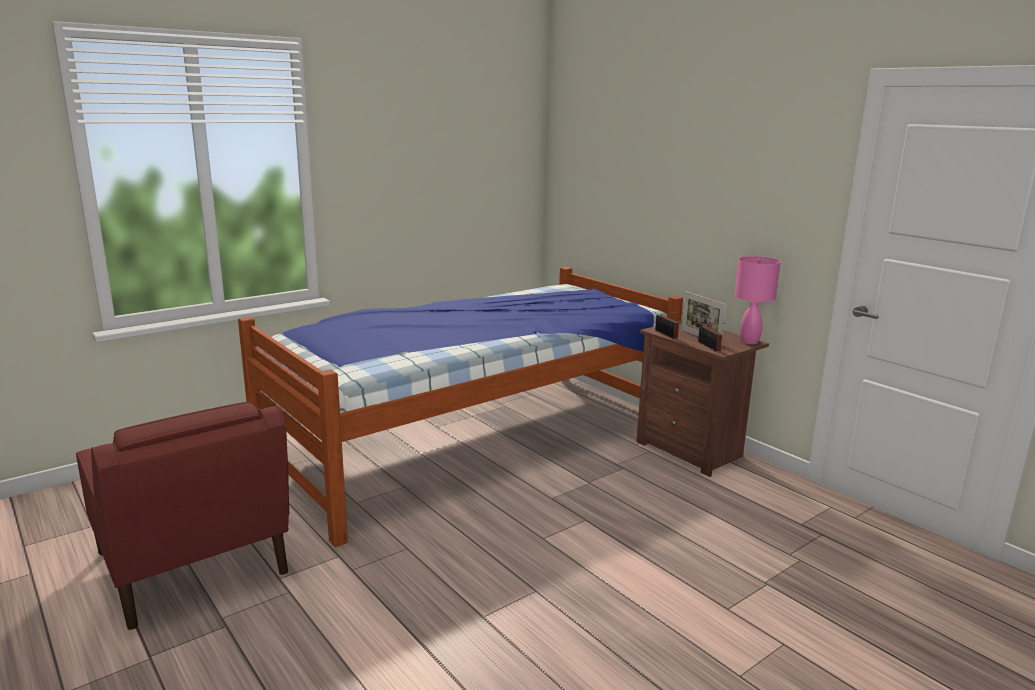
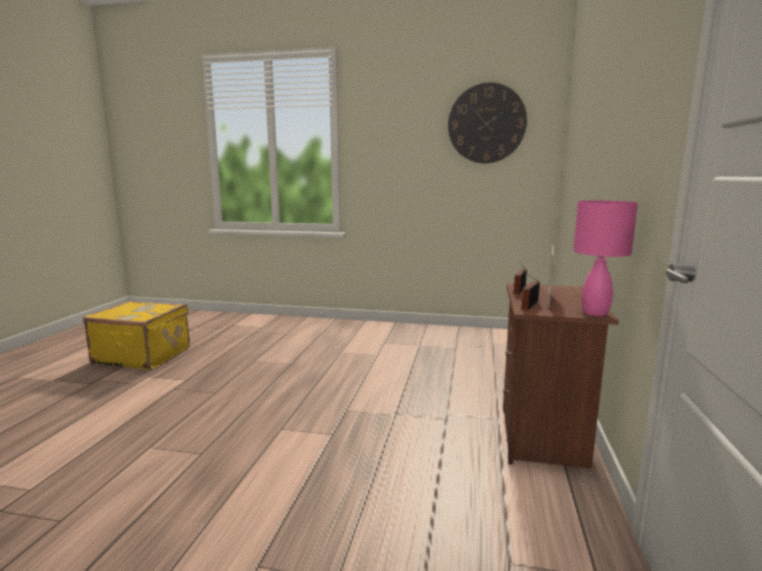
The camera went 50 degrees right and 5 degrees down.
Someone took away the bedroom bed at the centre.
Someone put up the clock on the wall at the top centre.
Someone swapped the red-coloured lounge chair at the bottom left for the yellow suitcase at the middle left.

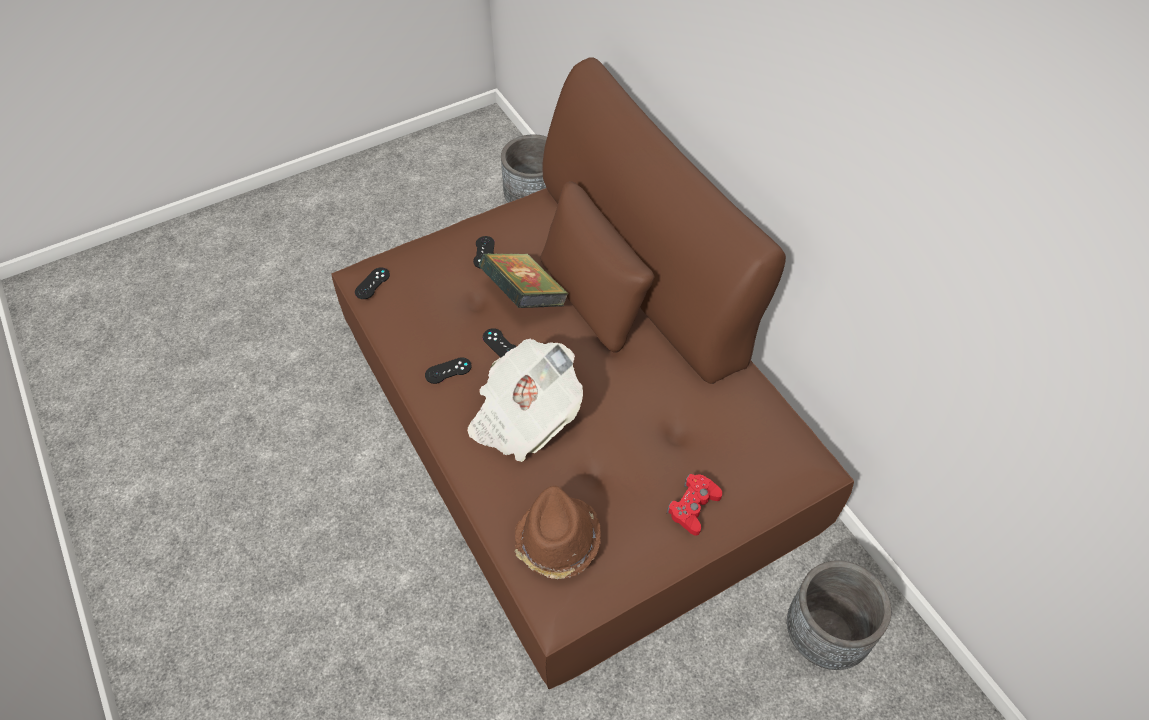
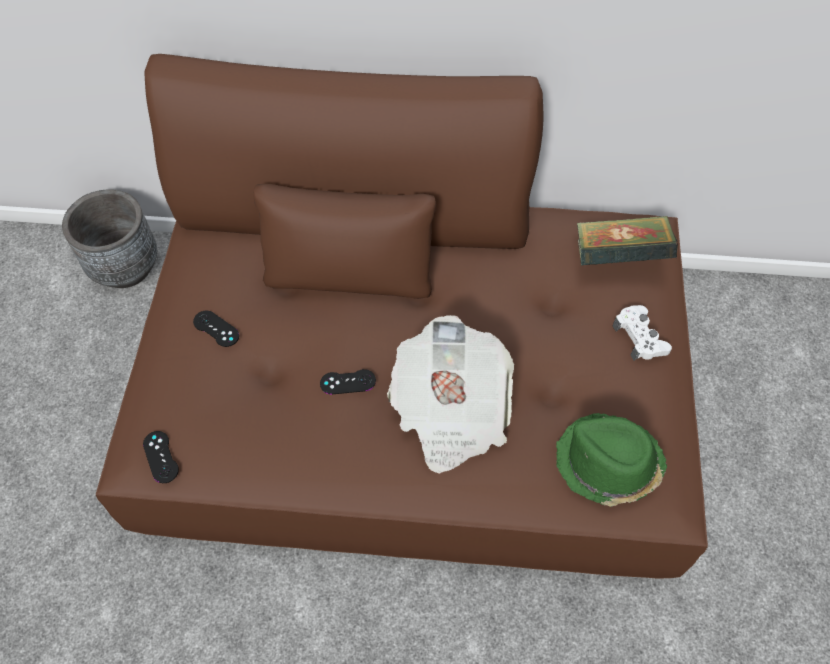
The camera went 55 degrees left and 5 degrees up.
Someone took away the blackish game controller (2nd from left) at the centre.
Someone took away the gray flower pot (2nd from left) at the bottom right.
Someone carried the book from the centre to the middle right.
Someone repainted the brownish wearable hat at the bottom centre, which became the greenish wearable hat at the bottom right.
Someone repainted the red-coloured game controller at the bottom centre, which became the whitish game controller at the middle right.

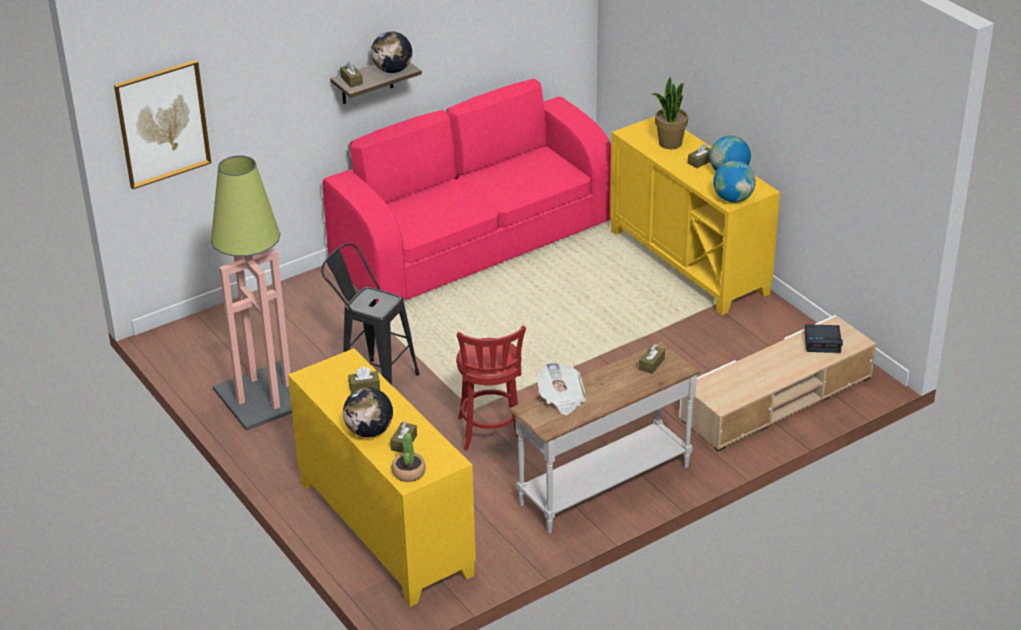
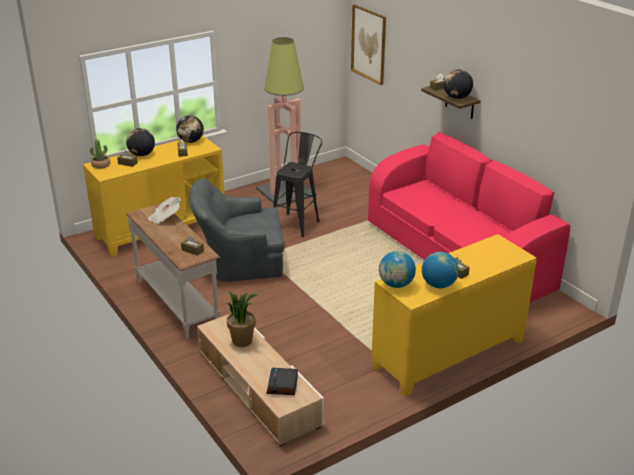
The camera went 90 degrees right and 5 degrees down.
Someone put down the globe (2nd from left) at the top left.
Someone carried the potted plant (2nd from left) from the top centre to the bottom centre.
Someone swapped the red-coloured stool at the centre for the gray lounge chair at the centre.

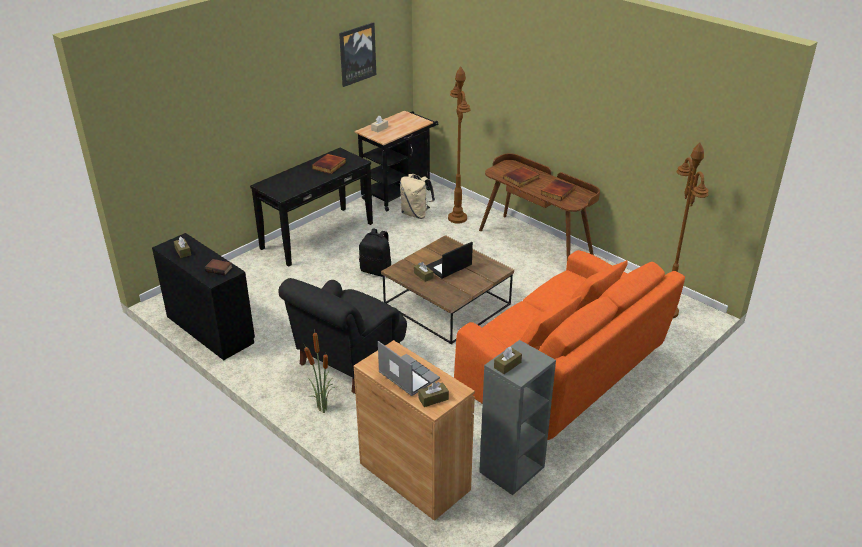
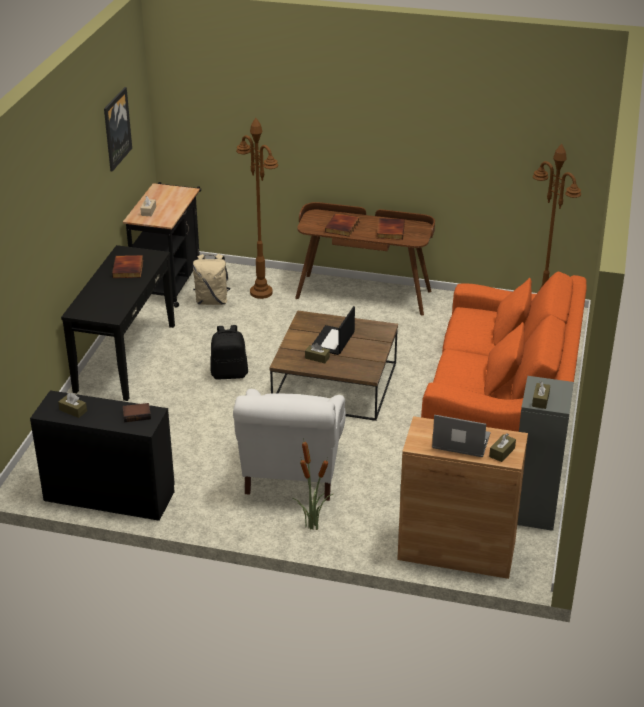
The camera went 30 degrees left and 0 degrees up.
Someone repainted the blackish lounge chair at the centre, which became the whitish lounge chair at the centre.

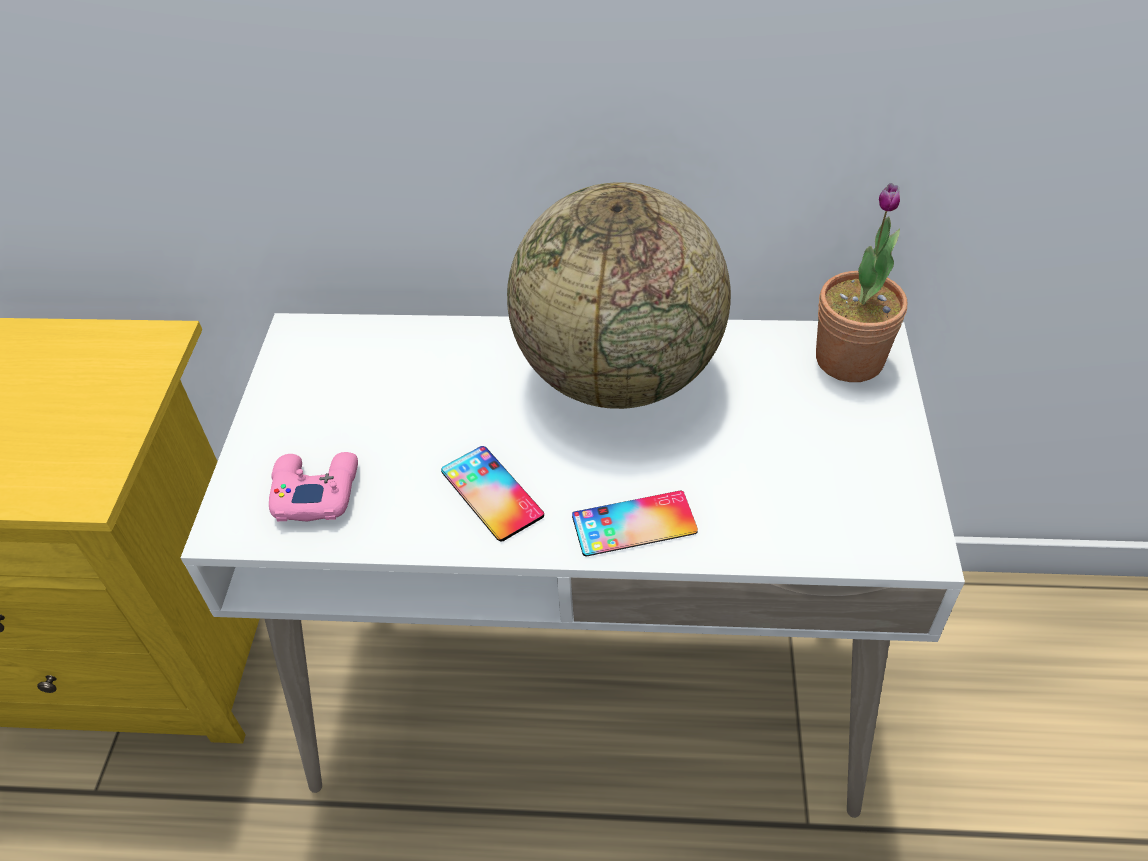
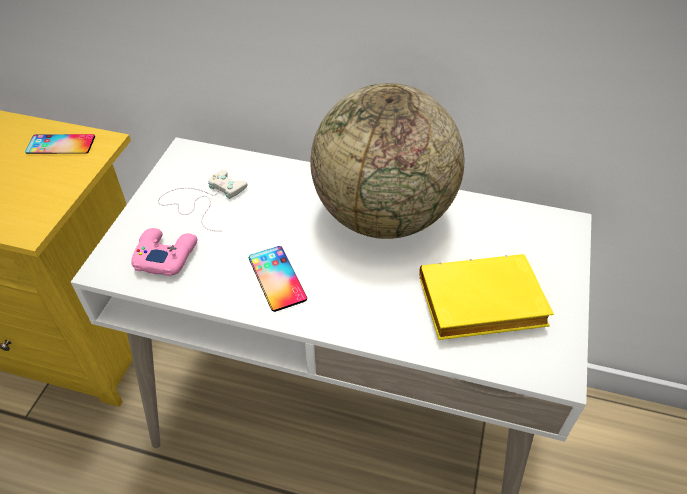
The camera went 10 degrees right and 0 degrees up.
Someone took away the potted plant at the top right.
Someone put down the whitish game controller at the middle left.
Someone put down the yellow book at the middle right.
Someone carried the telephone (2nd from left in the first image) from the centre to the top left.

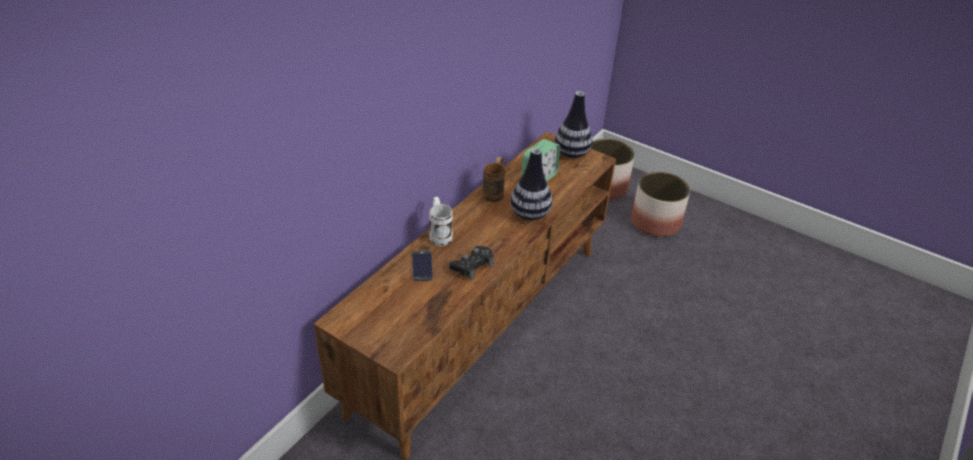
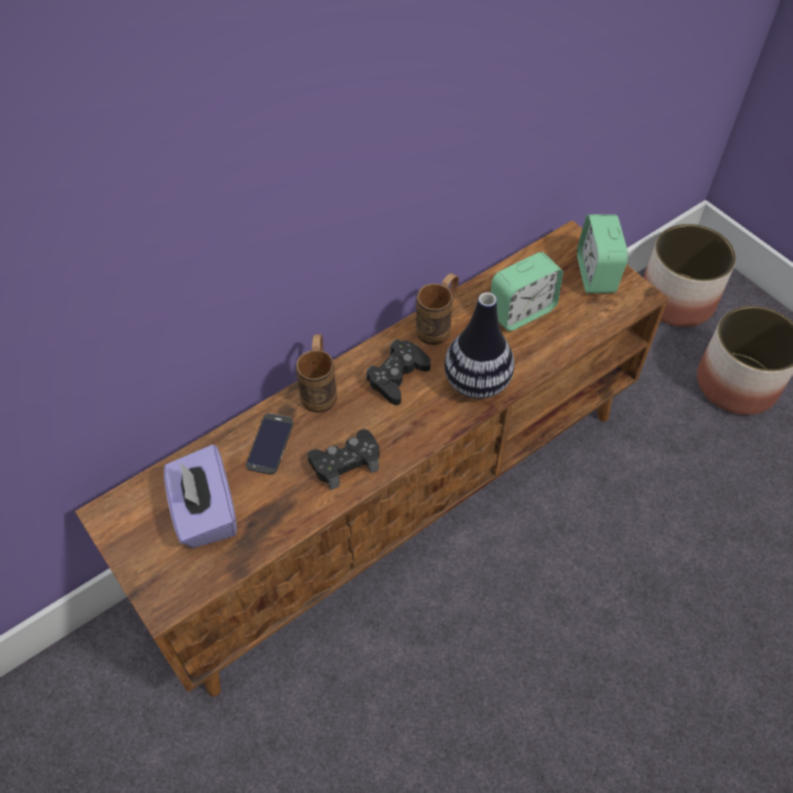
The camera went 20 degrees right and 15 degrees up.
Someone put down the purple tissue holder at the middle left.
Someone put down the blackish game controller (2nd from left) at the centre.
Someone swapped the vase (2nd from left) at the top centre for the alarm clock (2nd from left) at the top right.
Someone repainted the whitish coffee mug at the centre, which became the brownish coffee mug (1st from left) at the centre.

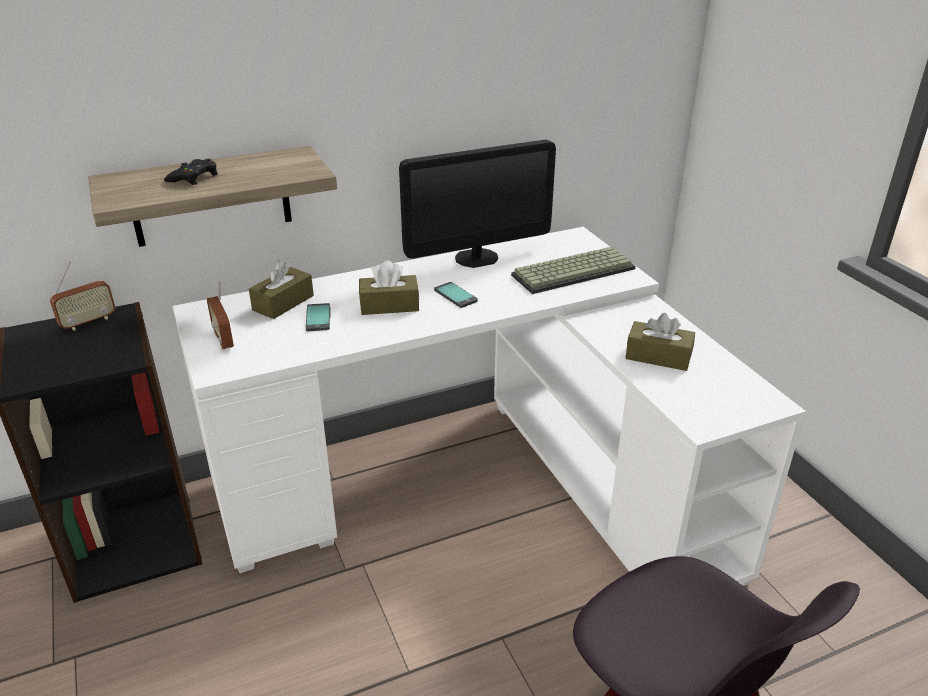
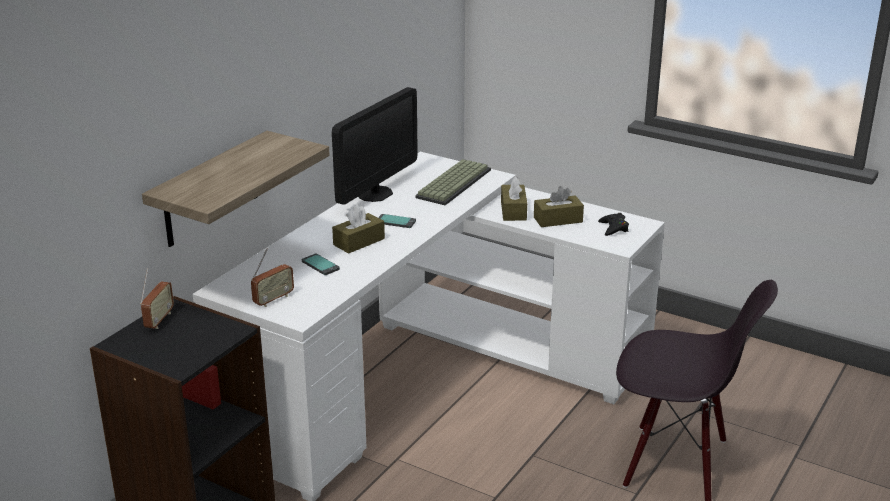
The camera went 35 degrees left and 5 degrees down.
Someone carried the blackish game controller from the top left to the middle right.
Someone carried the brownish tissue holder (1st from left in the first image) from the middle left to the centre.
Someone rotated the radio receiver (2nd from left) at the middle left by 75 degrees counterclockwise.

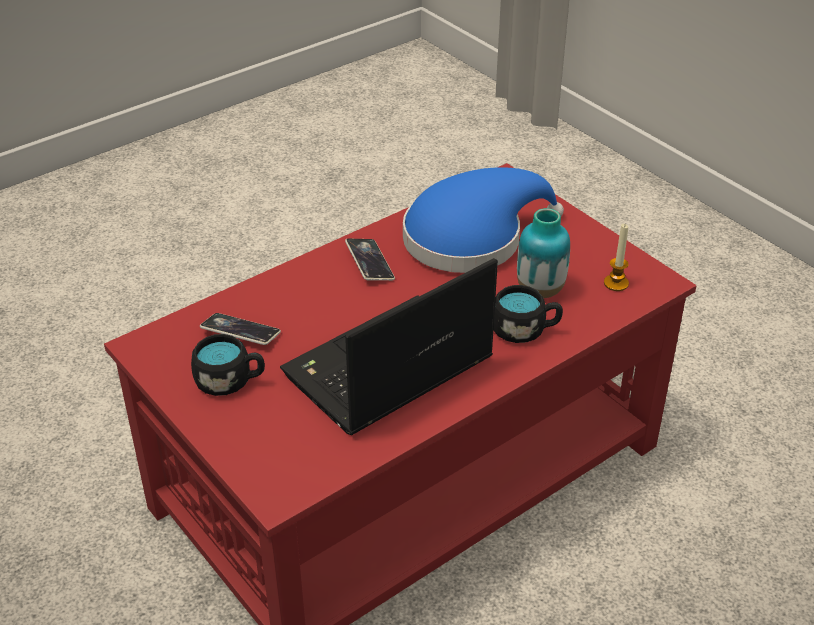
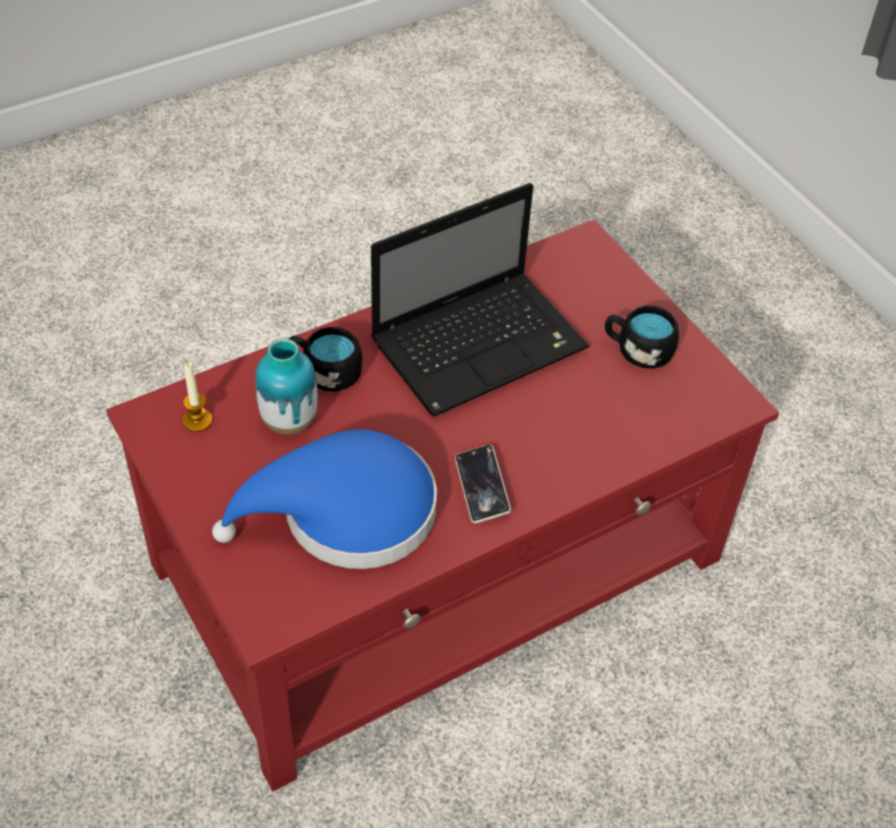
The camera went 175 degrees left and 10 degrees up.
Someone took away the telephone (1st from left) at the middle left.

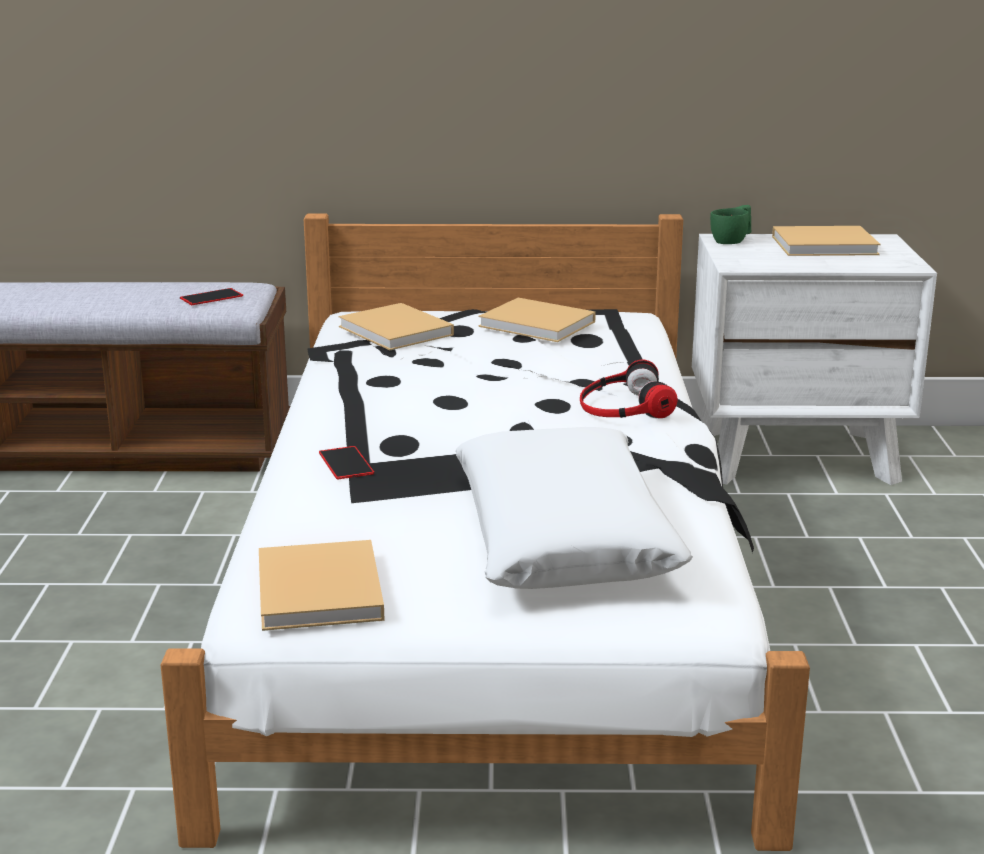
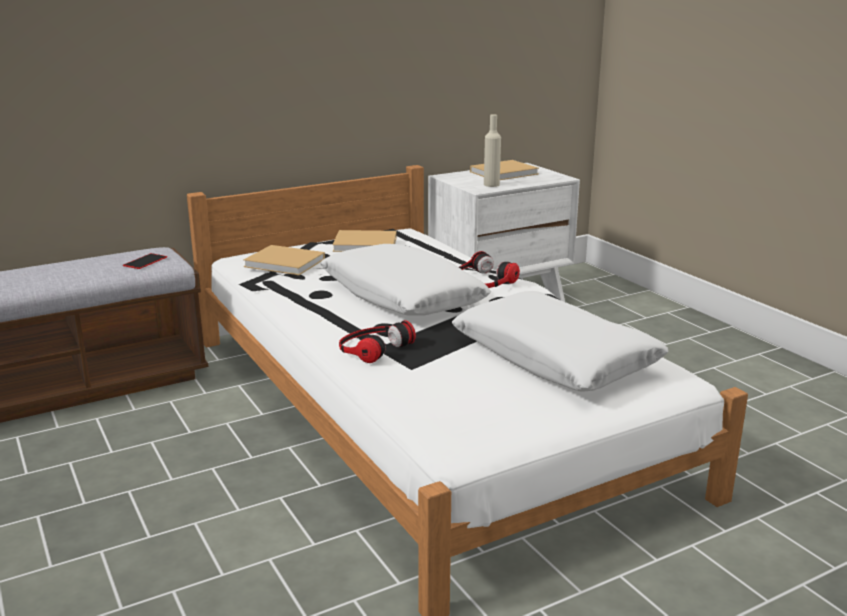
The camera went 30 degrees left and 0 degrees up.
Someone took away the sand-coloured book (1st from left) at the bottom left.
Someone took away the greenish drinking cup at the top right.
Someone put down the whitish throw pillow (1st from left) at the centre.
Someone put down the sand-coloured beverage bottle at the top centre.
Someone swapped the telephone (2nd from left) at the centre for the headset (1st from left) at the centre.

